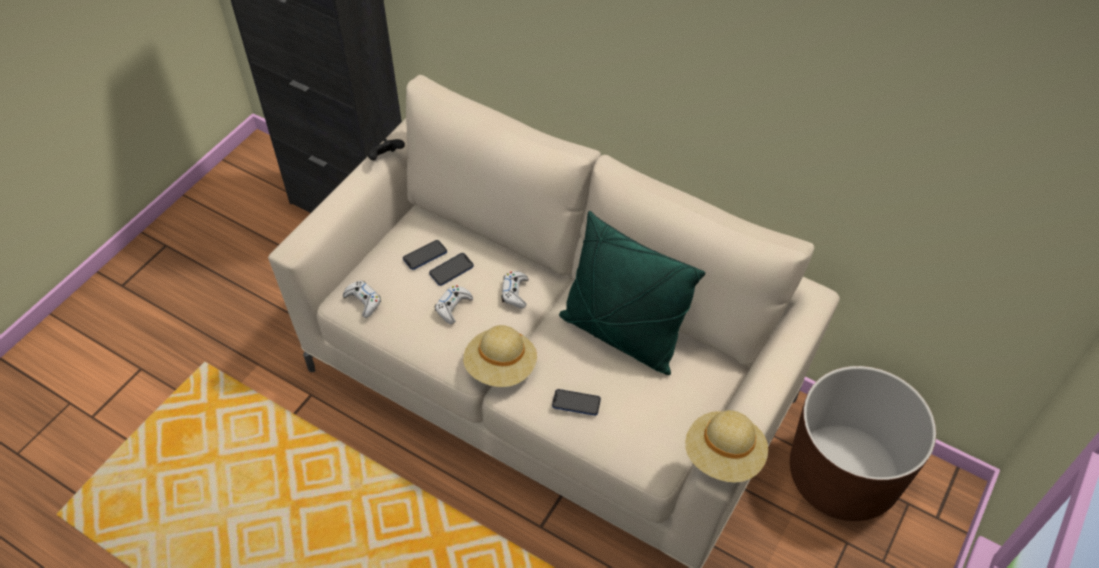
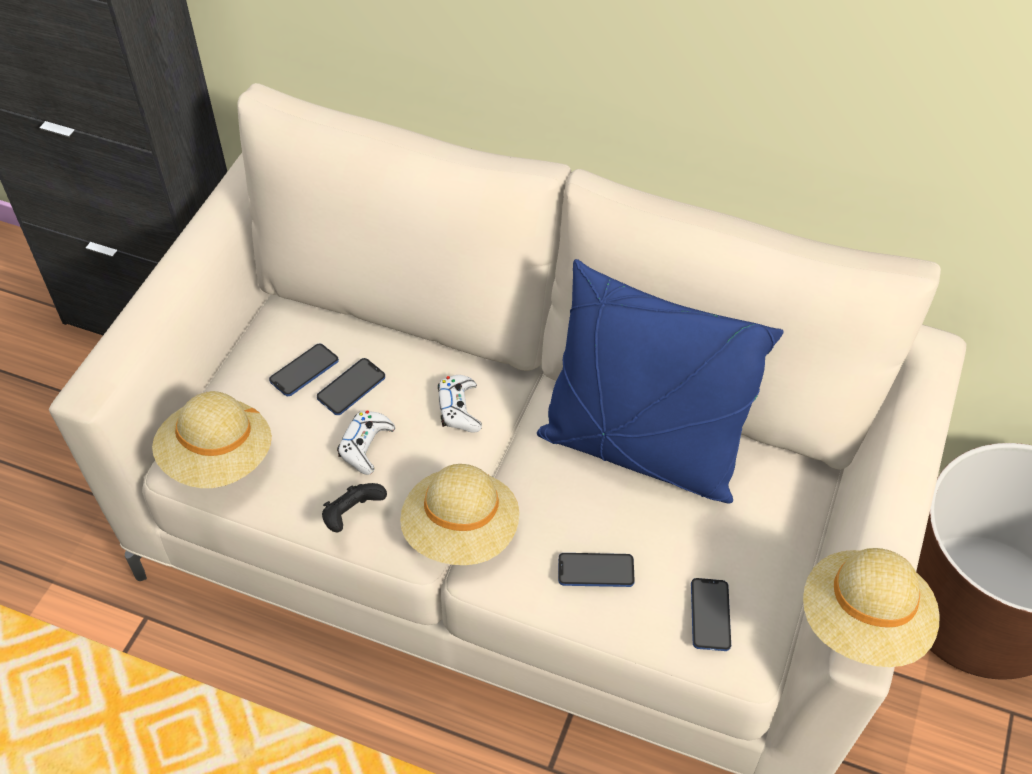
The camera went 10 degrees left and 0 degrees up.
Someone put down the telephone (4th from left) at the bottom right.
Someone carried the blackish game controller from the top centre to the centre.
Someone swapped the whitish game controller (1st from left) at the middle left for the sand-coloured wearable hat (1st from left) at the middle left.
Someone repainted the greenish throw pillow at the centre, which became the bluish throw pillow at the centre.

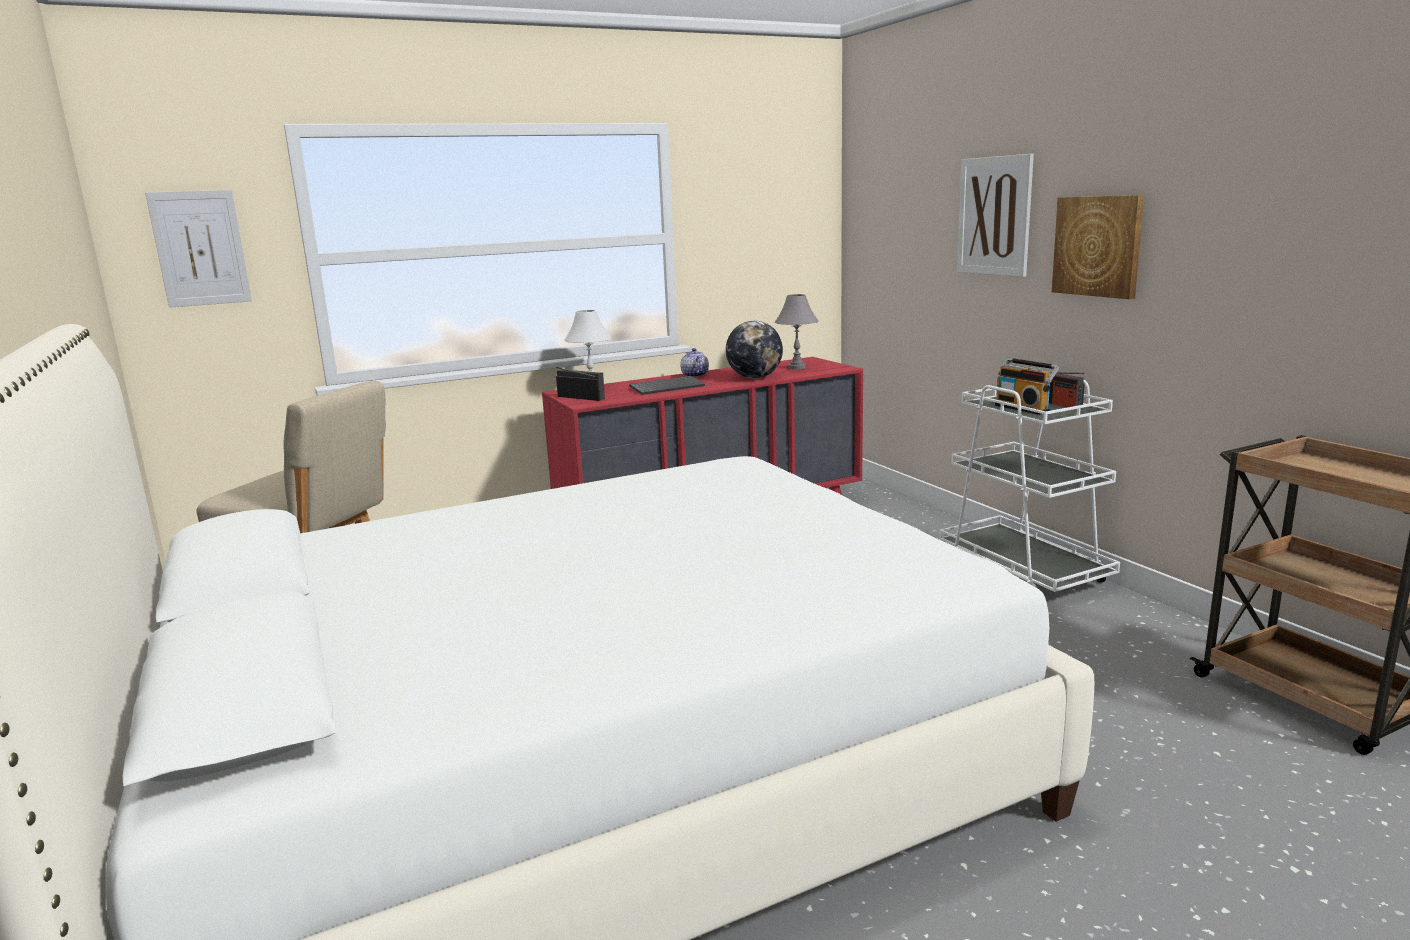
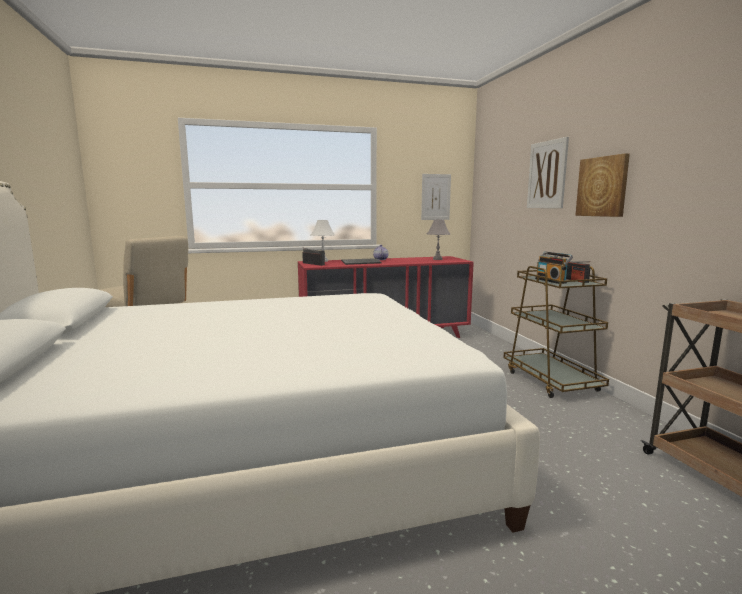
The camera went 10 degrees right and 5 degrees down.
Someone took away the globe at the centre.
Someone carried the picture (1st from left) from the top left to the top centre.
Someone repainted the whitish trolley at the middle right, which became the brownish trolley (1st from left) at the middle right.

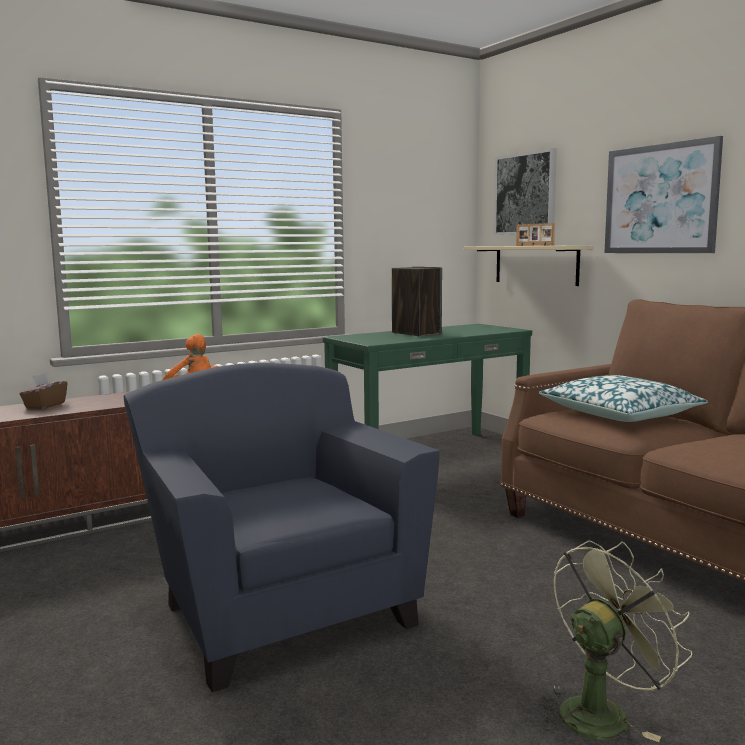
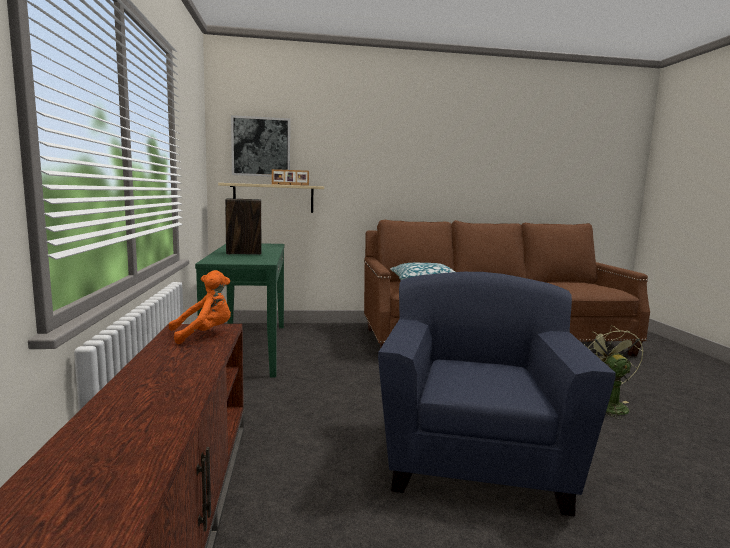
The camera went 65 degrees left and 0 degrees up.
Someone took away the brownish tissue holder at the middle left.
Someone took away the picture (2nd from left) at the top right.
Someone rotated the bluish lounge chair at the bottom centre by 105 degrees clockwise.

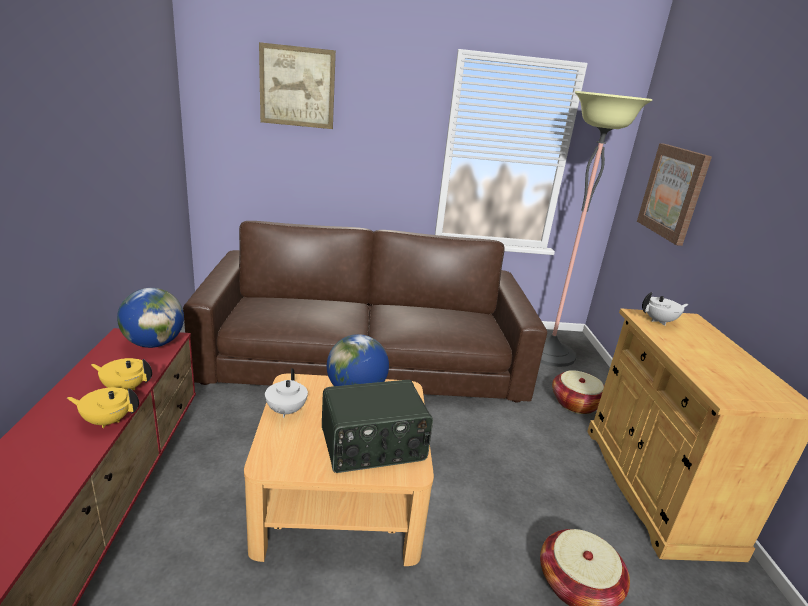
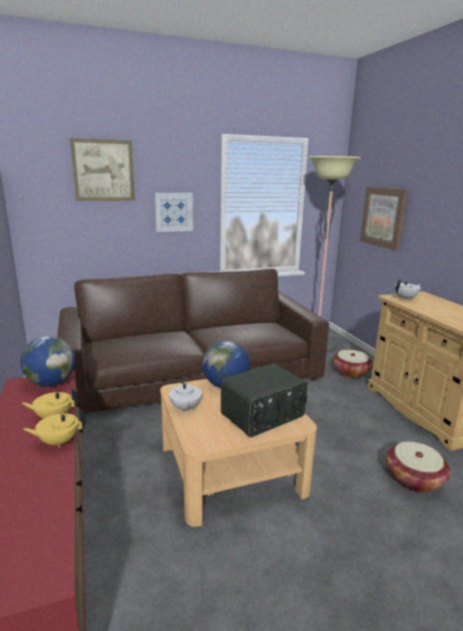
The camera went 15 degrees left and 5 degrees down.
Someone put up the picture (2nd from left) at the centre.

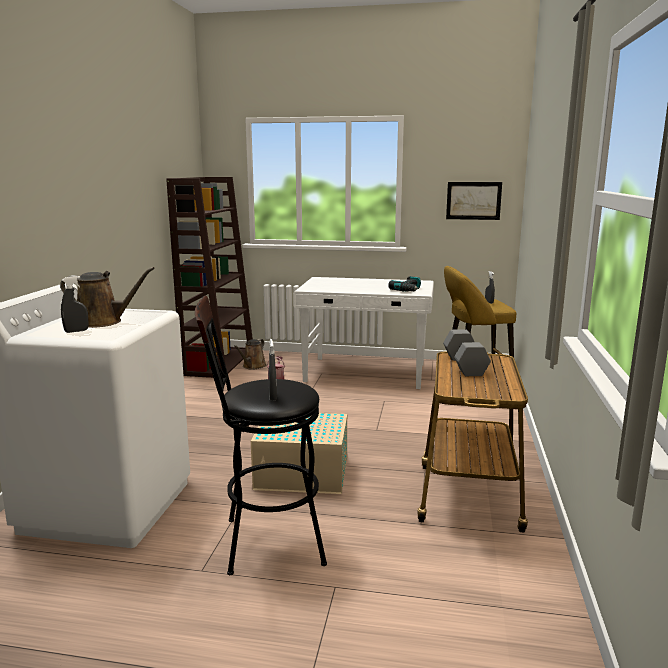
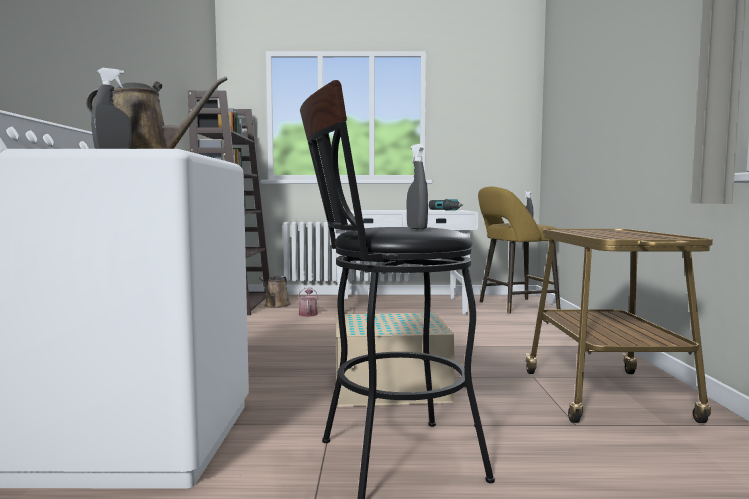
The camera went 10 degrees left and 10 degrees down.
Someone took away the gray free weight at the middle right.
Someone took away the picture at the top right.

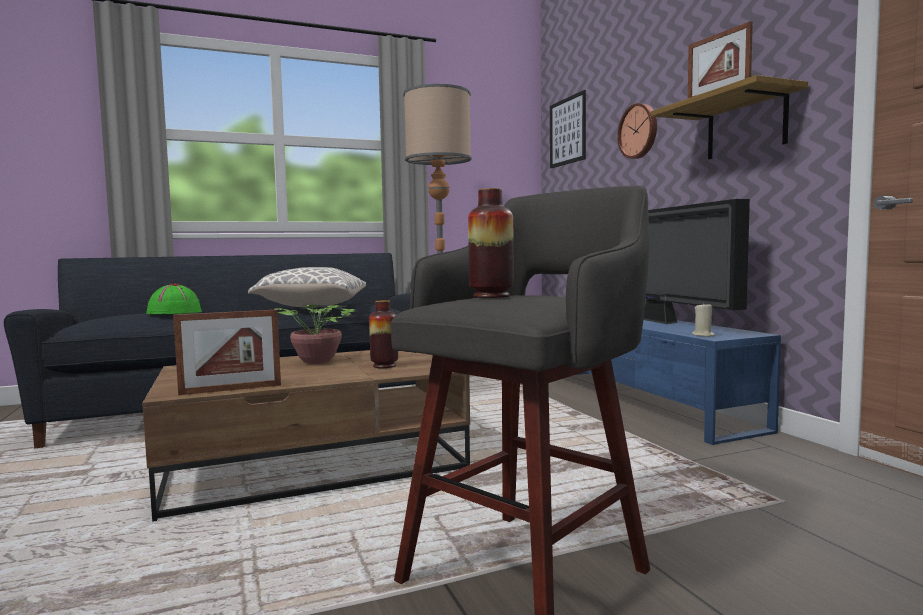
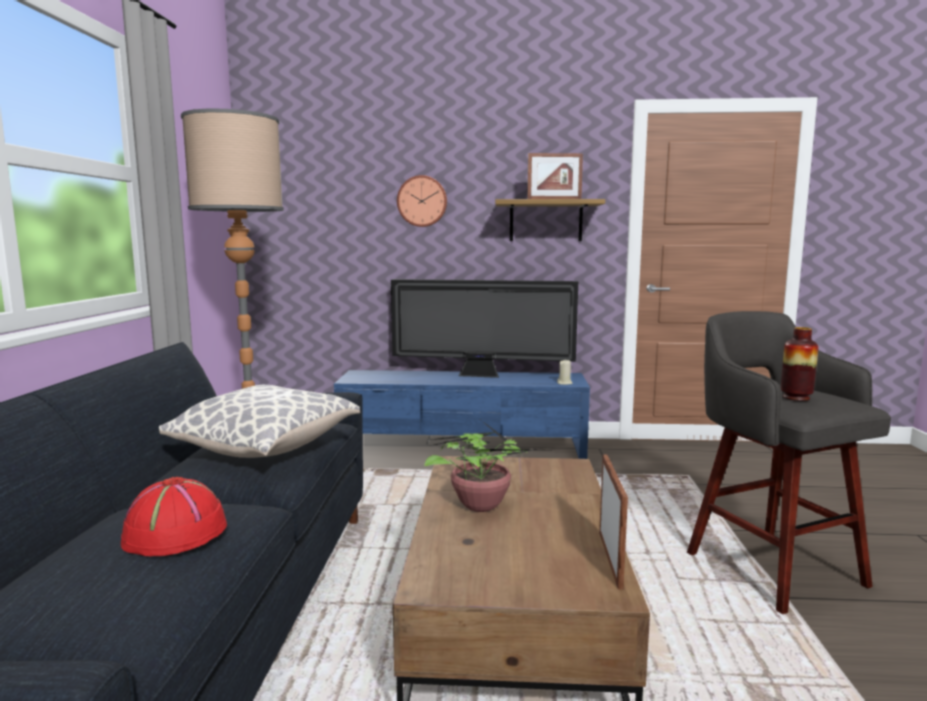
The camera went 65 degrees left and 5 degrees up.
Someone took away the vase (1st from left) at the centre.
Someone took away the picture at the top centre.
Someone repainted the greenish wearable hat at the middle left, which became the red-coloured wearable hat at the bottom left.

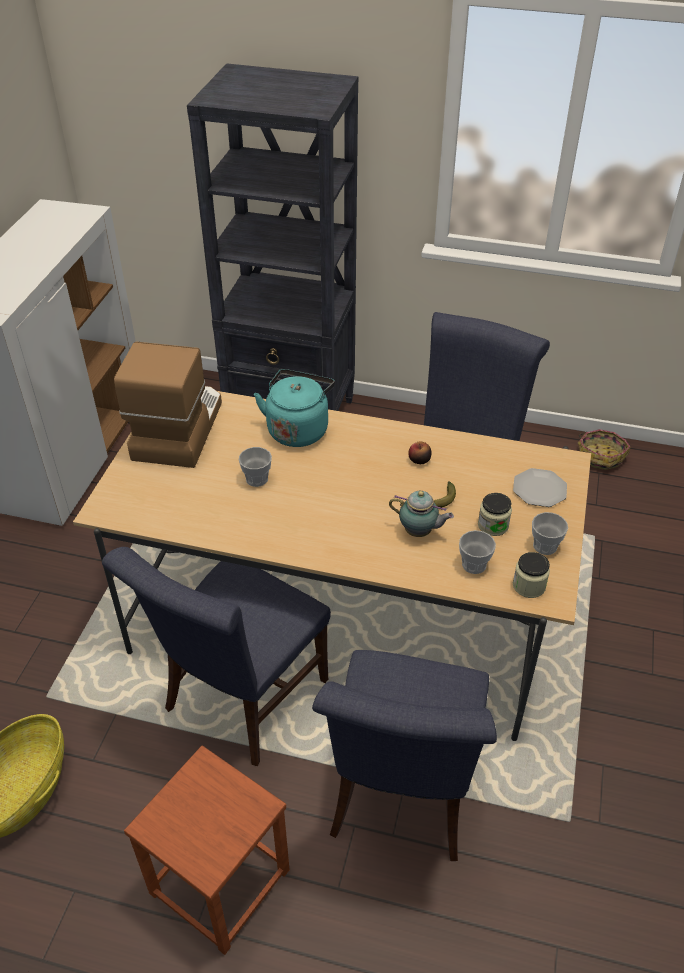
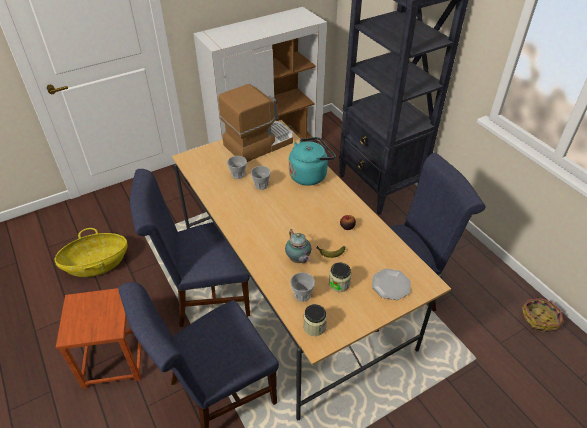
The camera went 45 degrees right and 0 degrees up.
Someone carried the drinking cup (3rd from left in the first image) from the middle right to the centre.

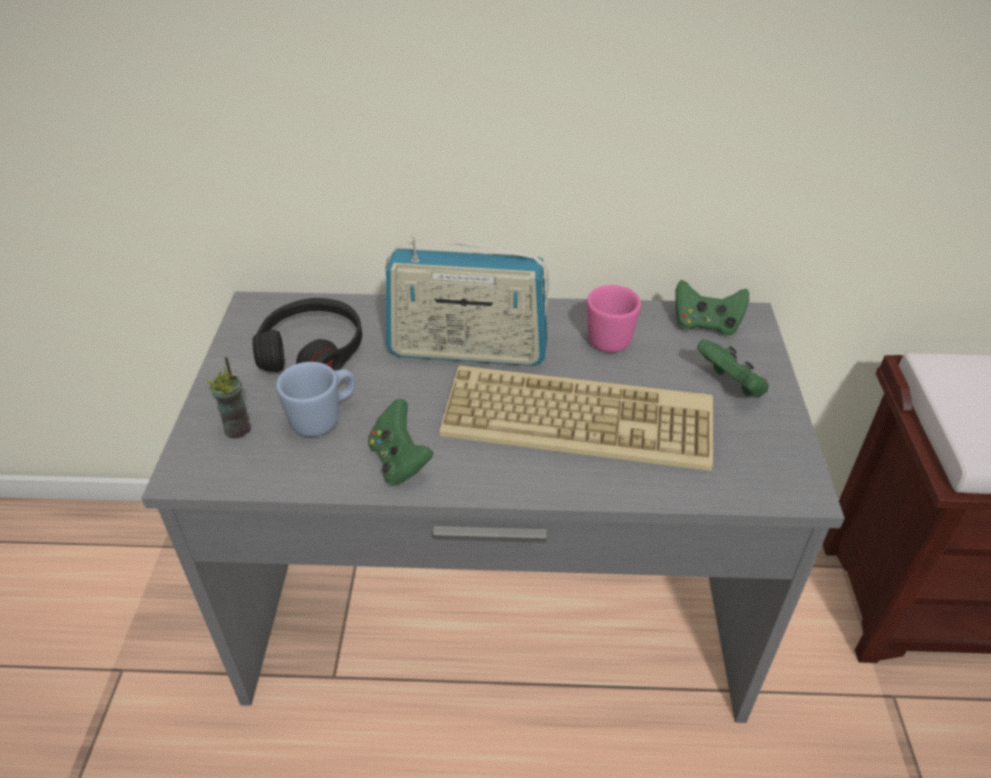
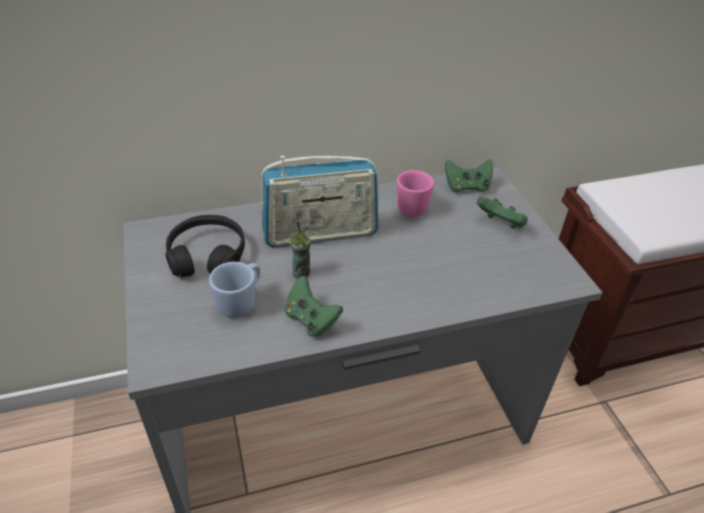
The camera went 20 degrees left and 0 degrees up.
Someone took away the PC keyboard at the centre.
Someone carried the drinking cup from the middle left to the centre.

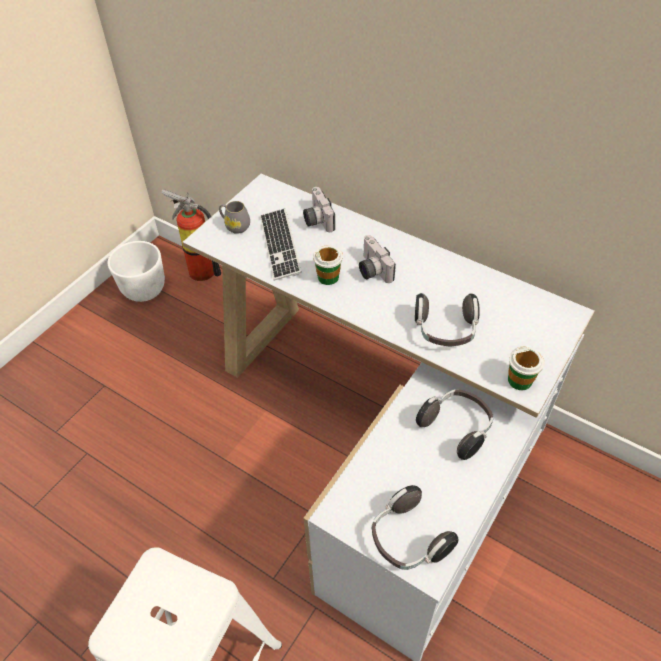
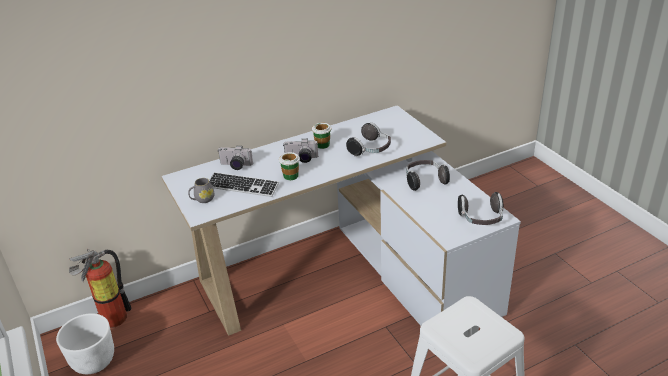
The camera went 60 degrees left and 15 degrees down.
Someone carried the drinking cup (2nd from left) from the middle right to the centre.

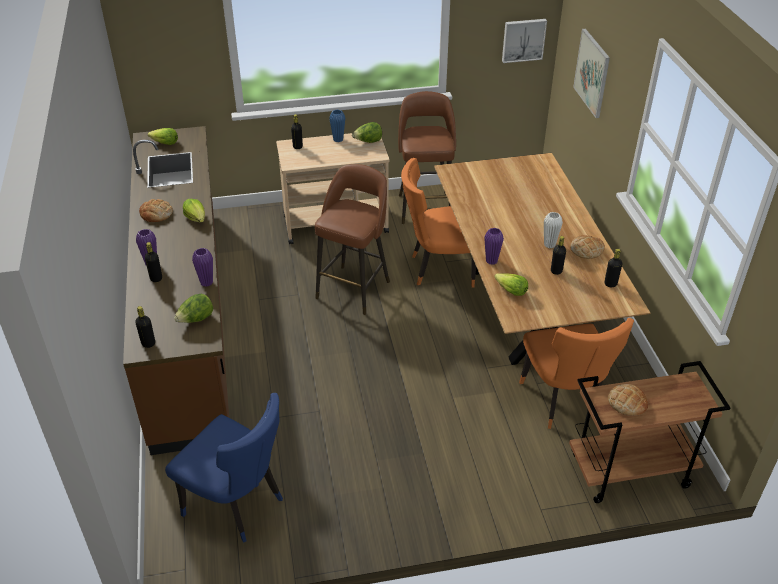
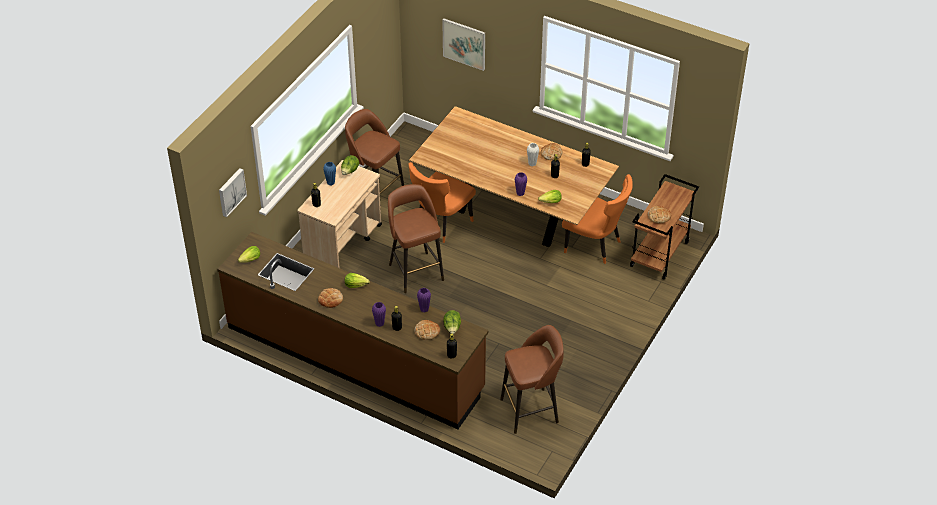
The camera went 50 degrees left and 5 degrees up.
Someone put down the bakery bread (2nd from left) at the centre.
Someone carried the picture (1st from left) from the top right to the middle left.
Someone swapped the bluish plain chair at the bottom left for the brownish stool (3rd from left) at the bottom centre.

